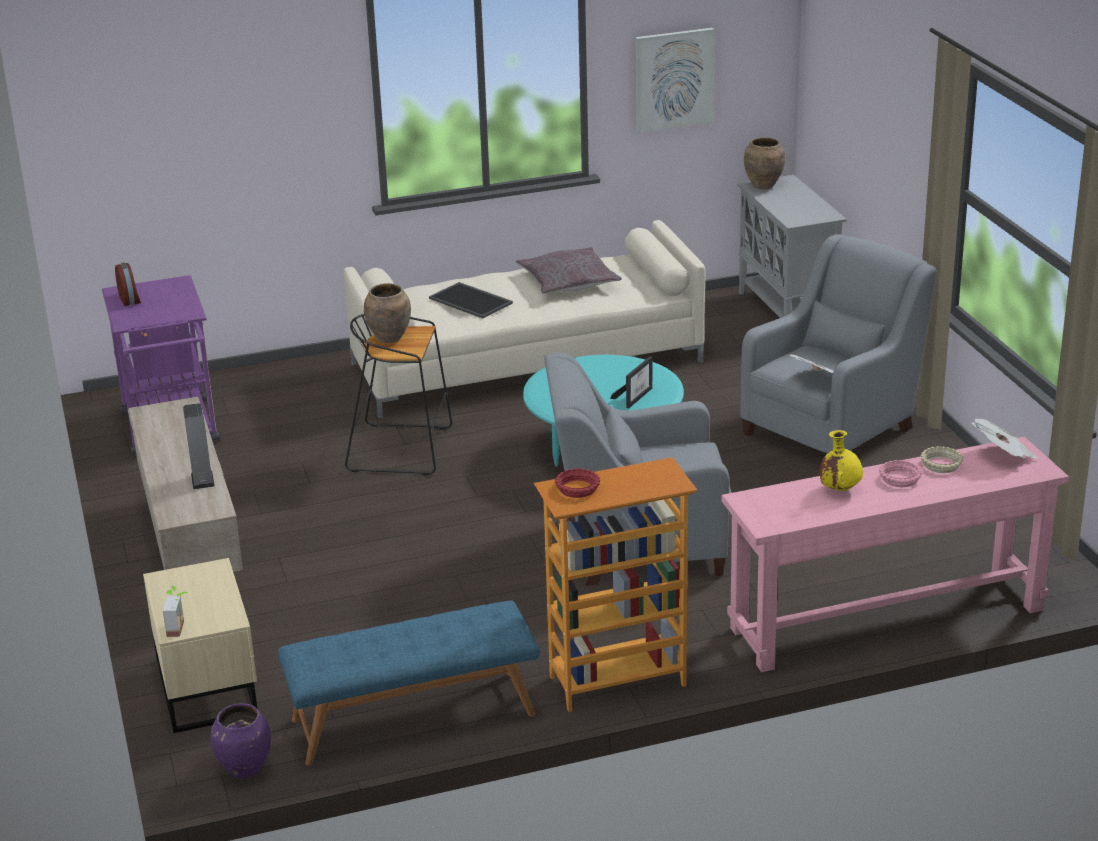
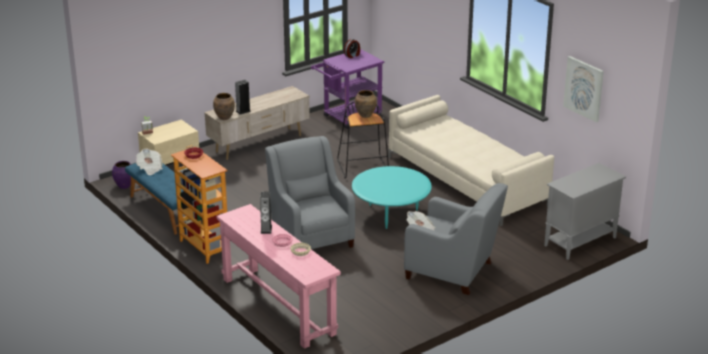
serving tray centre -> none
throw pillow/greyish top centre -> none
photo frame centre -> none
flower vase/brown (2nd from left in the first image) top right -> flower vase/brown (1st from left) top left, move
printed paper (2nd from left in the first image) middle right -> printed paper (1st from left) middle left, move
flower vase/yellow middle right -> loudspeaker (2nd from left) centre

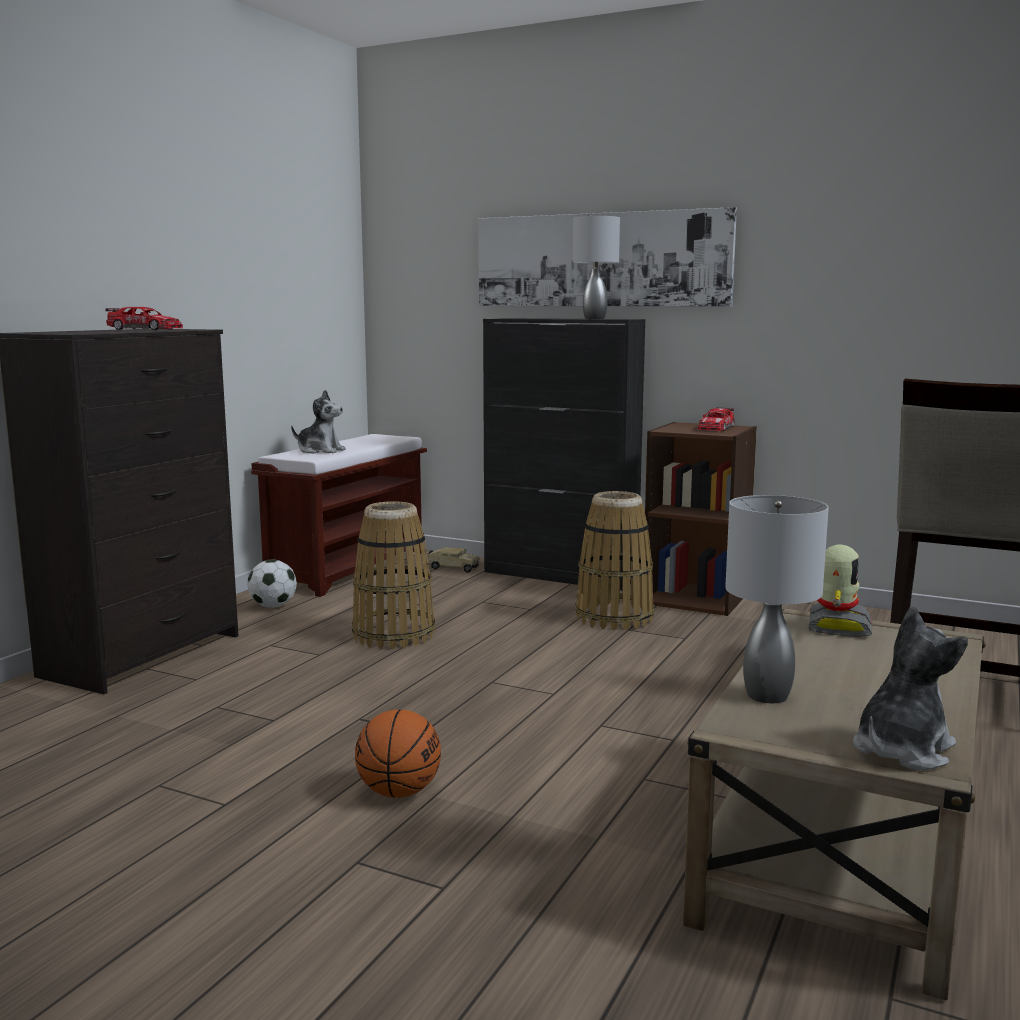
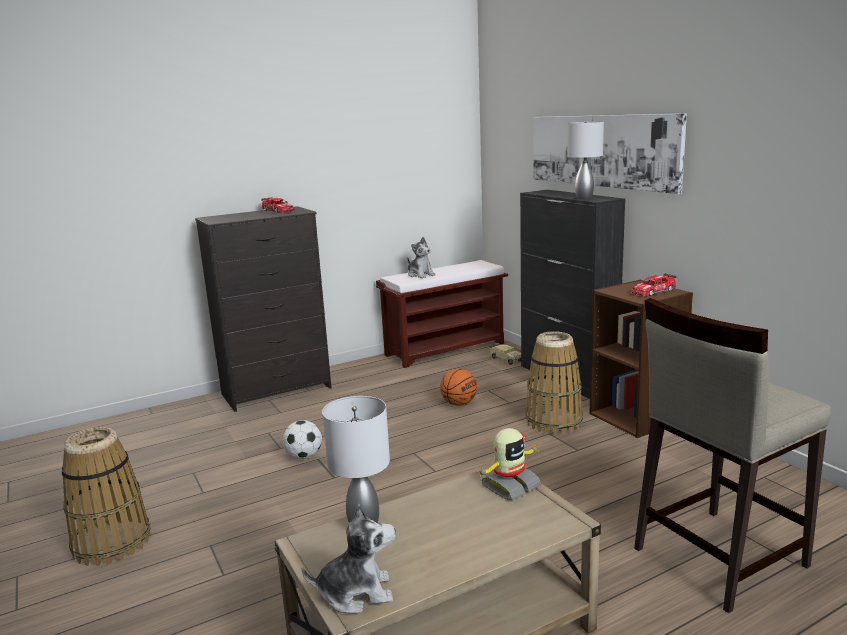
football middle left -> football bottom centre, move
storage basket (1st from left) centre -> storage basket (1st from left) bottom left, move
ball for basketball bottom centre -> ball for basketball centre, move

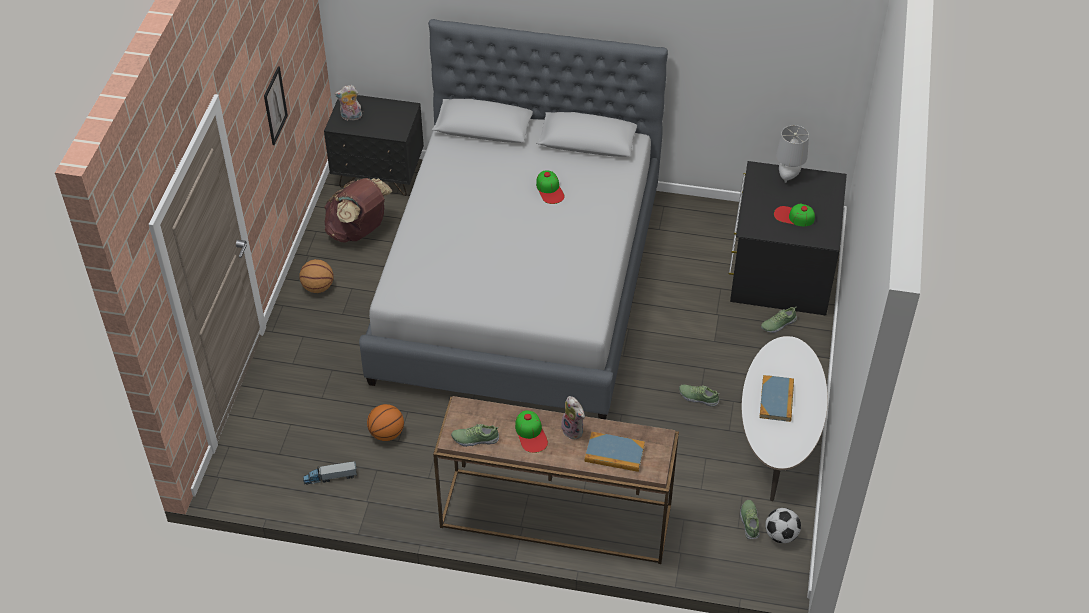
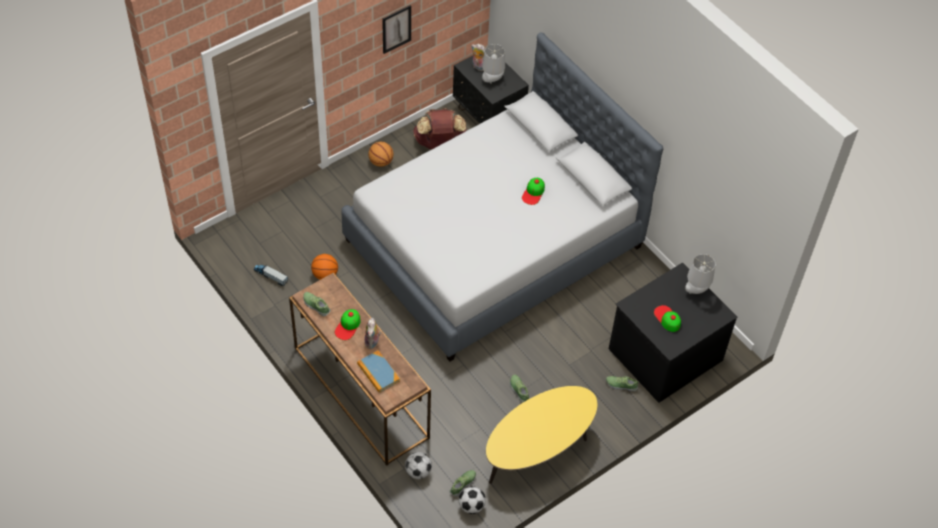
bound book (2nd from left) middle right -> none
none -> football (1st from left) bottom centre
none -> lamp for a table/greyish (1st from left) top centre
coffee table/whitish bottom right -> coffee table/yellow bottom centre

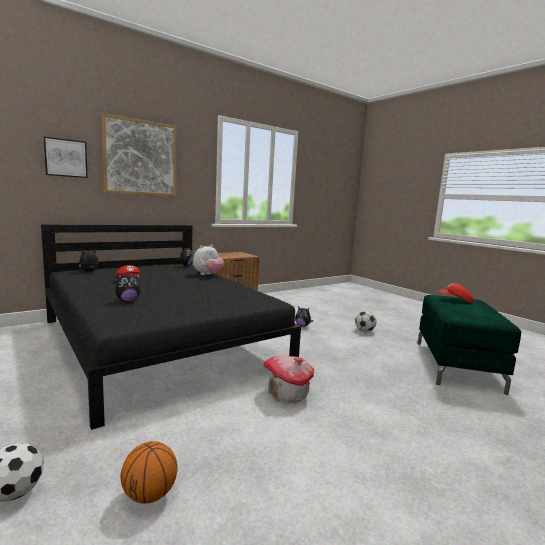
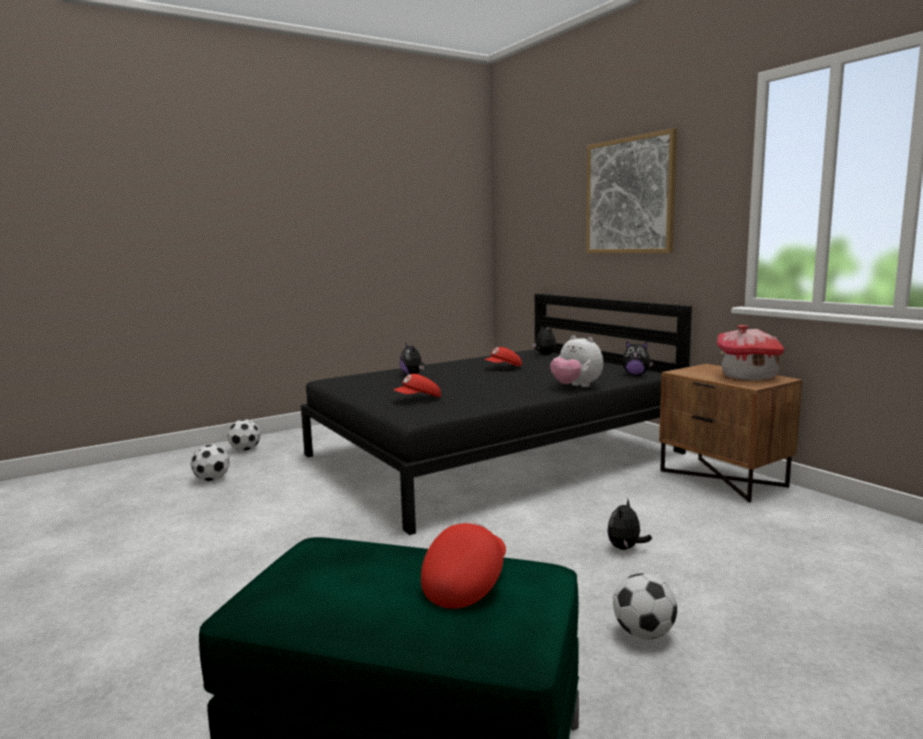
picture (1st from left) top left -> none
none -> baseball cap/red-coloured (1st from left) centre
model house bottom centre -> model house middle right, move
ball for basketball bottom left -> football (1st from left) middle left

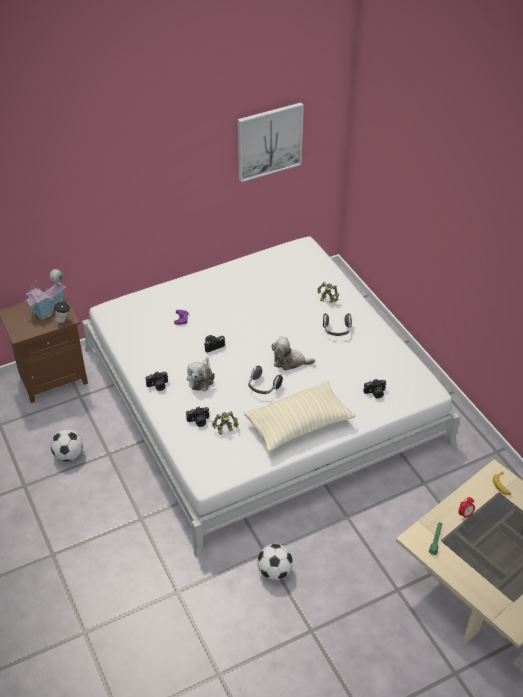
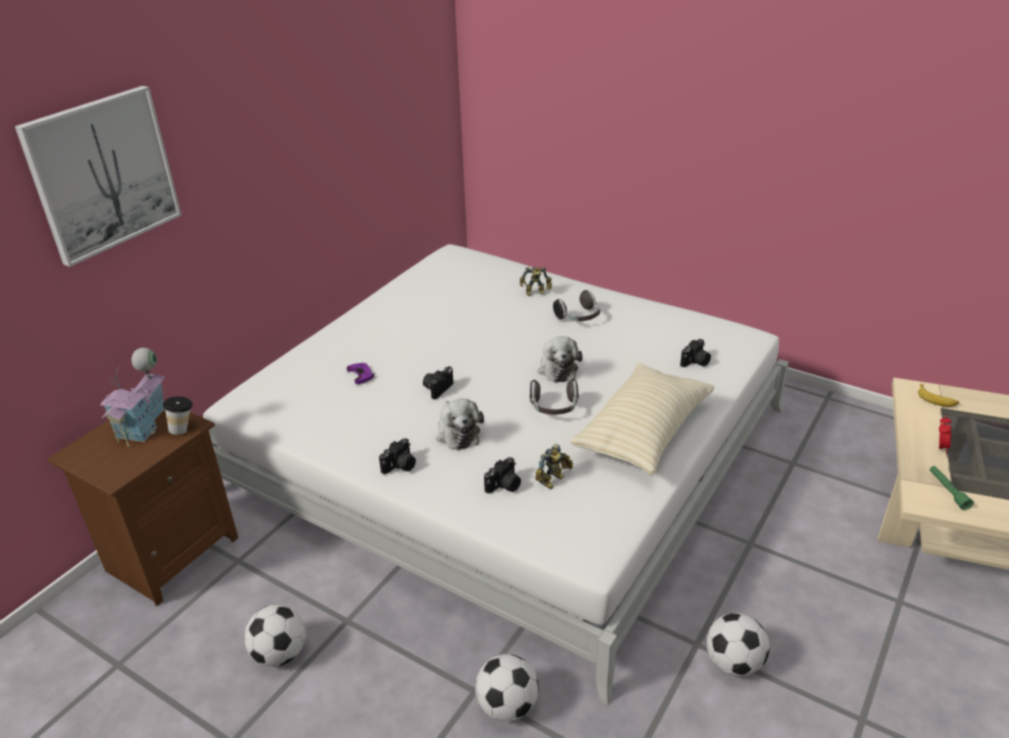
none -> football (2nd from left) bottom centre
picture top centre -> picture top left, move
cuddly toy (2nd from left) centre, 75 degrees counterclockwise

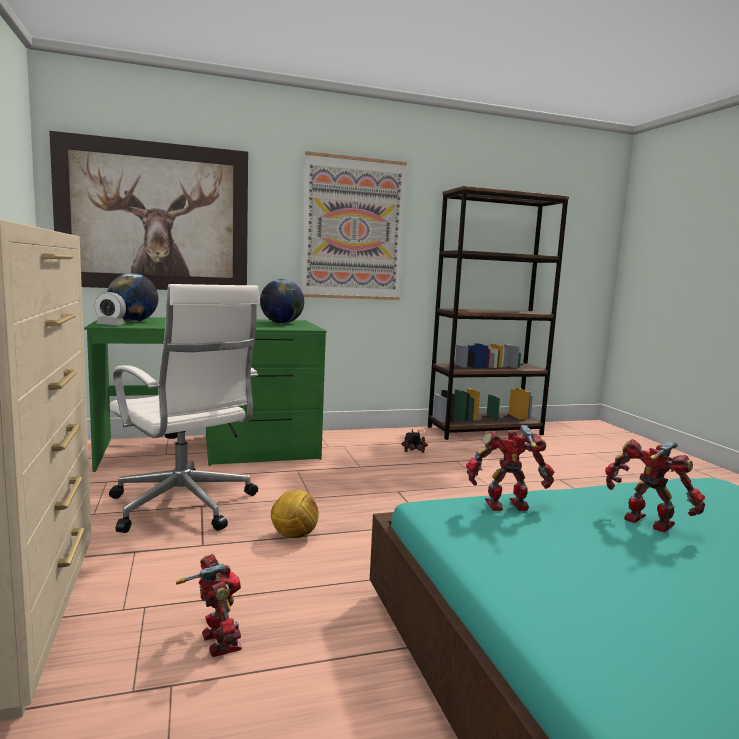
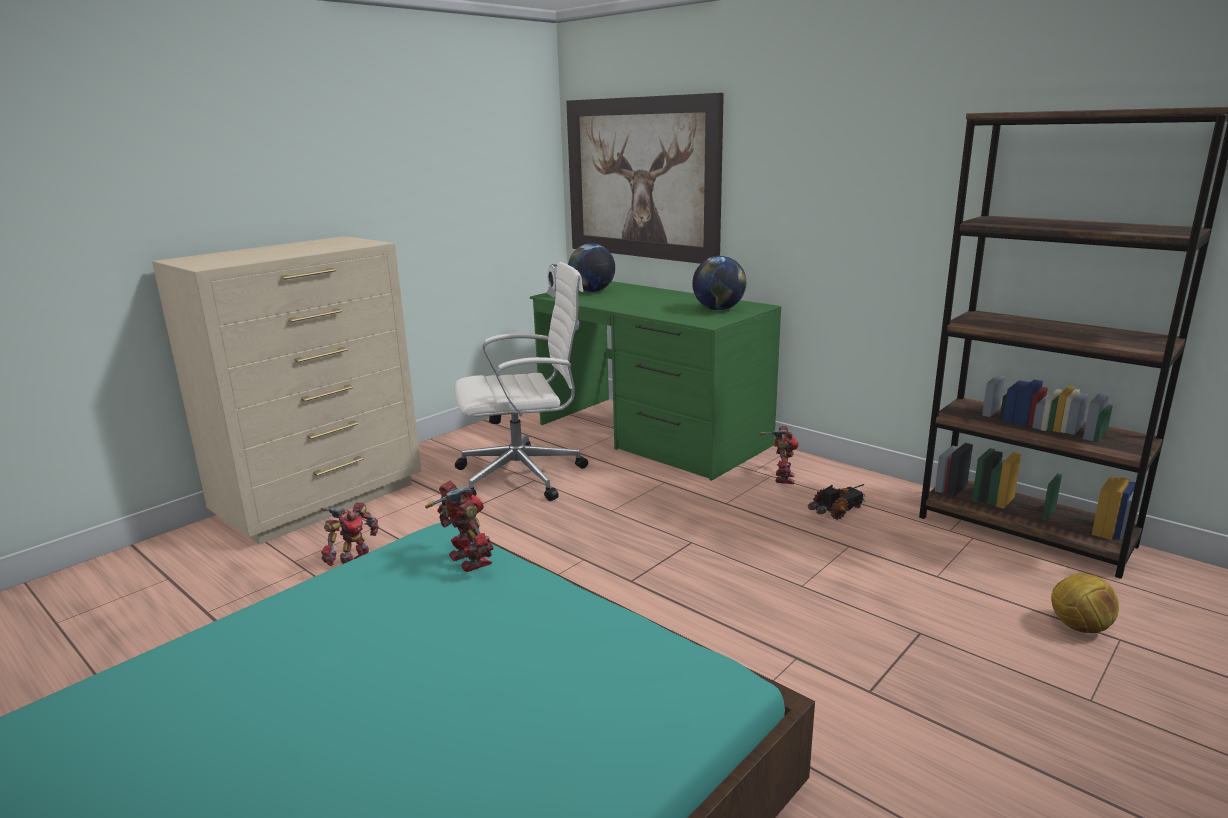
picture (2nd from left) top centre -> none
football bottom centre -> football bottom right, move
model robot (3rd from left) middle right -> model robot (3rd from left) centre, move
computer chair/whitish middle left -> computer chair/whitish centre, 120 degrees counterclockwise

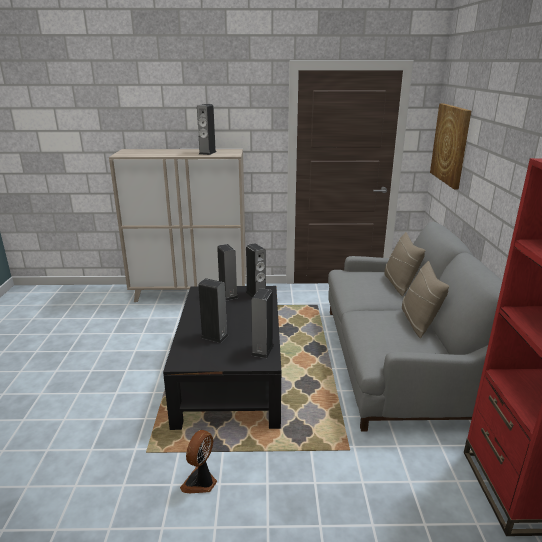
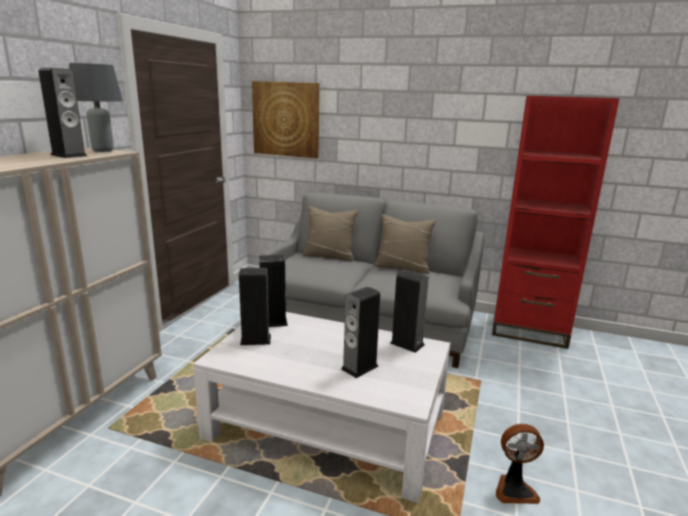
none -> lamp for a table/greyish top left
coffee table/blackish centre -> coffee table/whitish bottom centre
cooling fan bottom centre -> cooling fan bottom right, 45 degrees counterclockwise

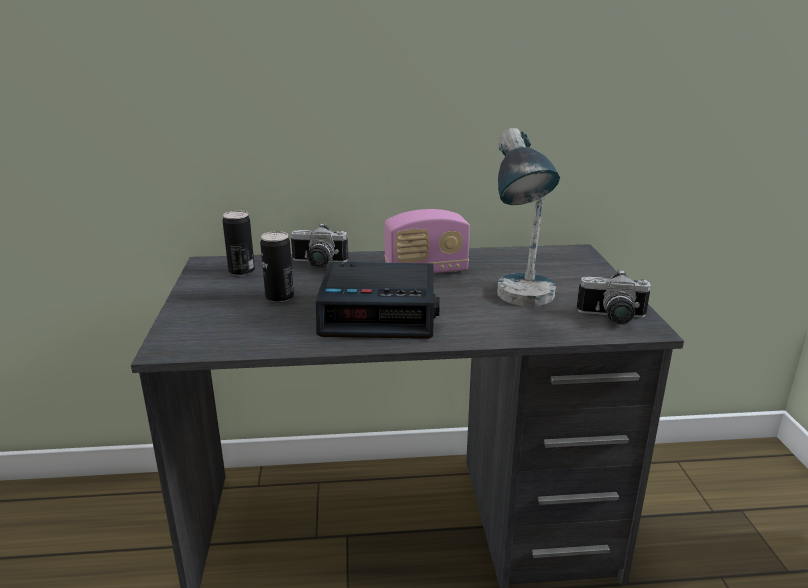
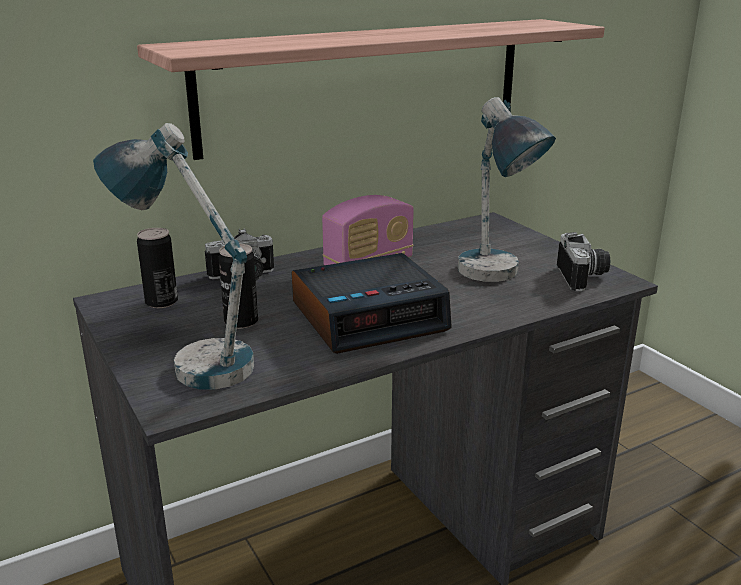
none -> lamp for a table (1st from left) middle left
none -> wall shelf top centre
photo camera (2nd from left) middle right, 75 degrees counterclockwise

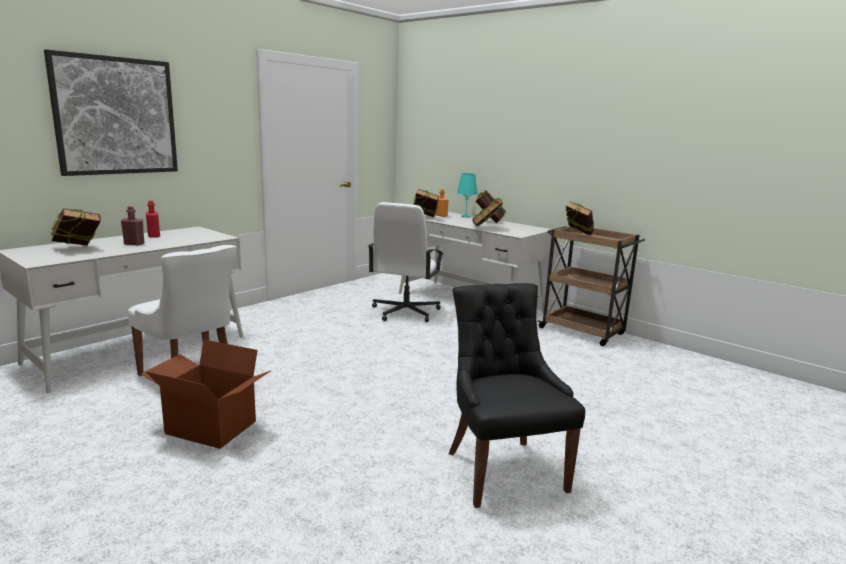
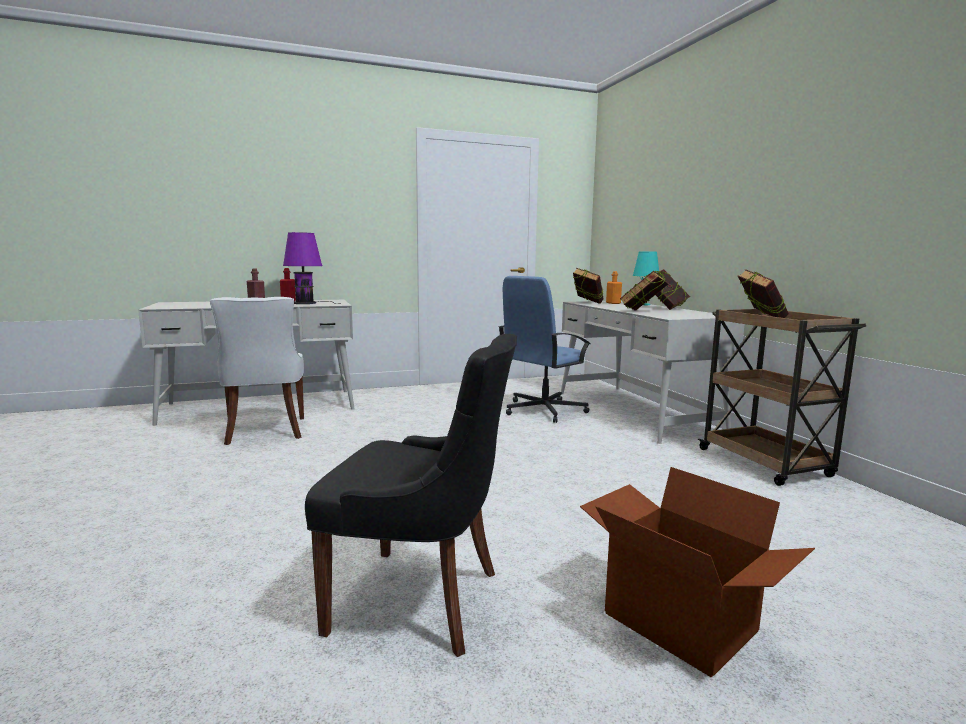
picture top left -> none
bound book (1st from left) middle left -> none
none -> lamp for a table/purplish middle left
carton bottom left -> carton bottom right, move
computer chair/whitish centre -> computer chair/blue centre
chair/blackish bottom centre, 90 degrees clockwise

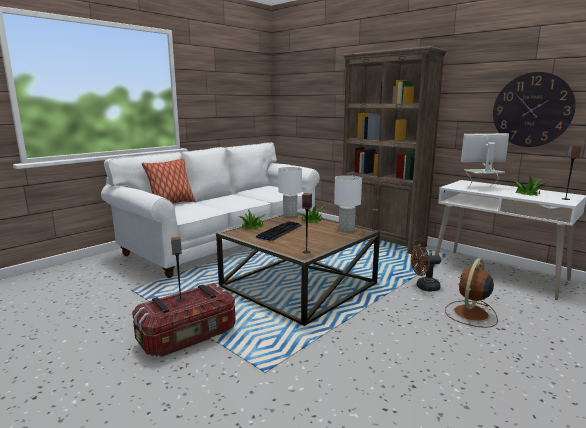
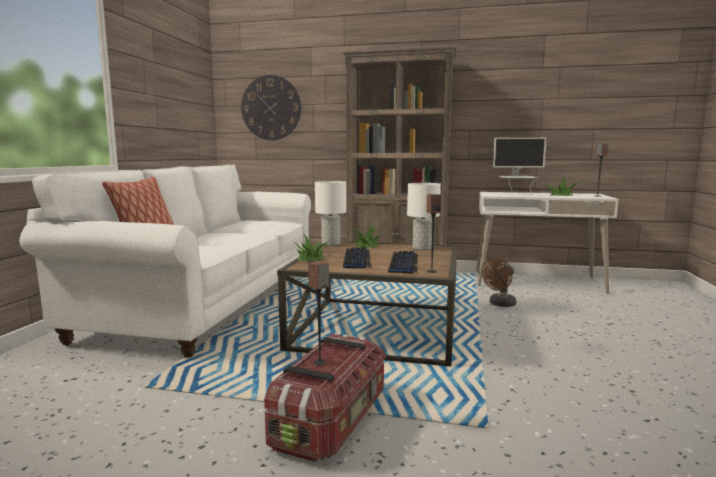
cooling fan/brown (2nd from left) bottom right -> none
none -> PC keyboard (2nd from left) centre
wall clock top right -> wall clock top centre, move
computer display middle right, 135 degrees counterclockwise

